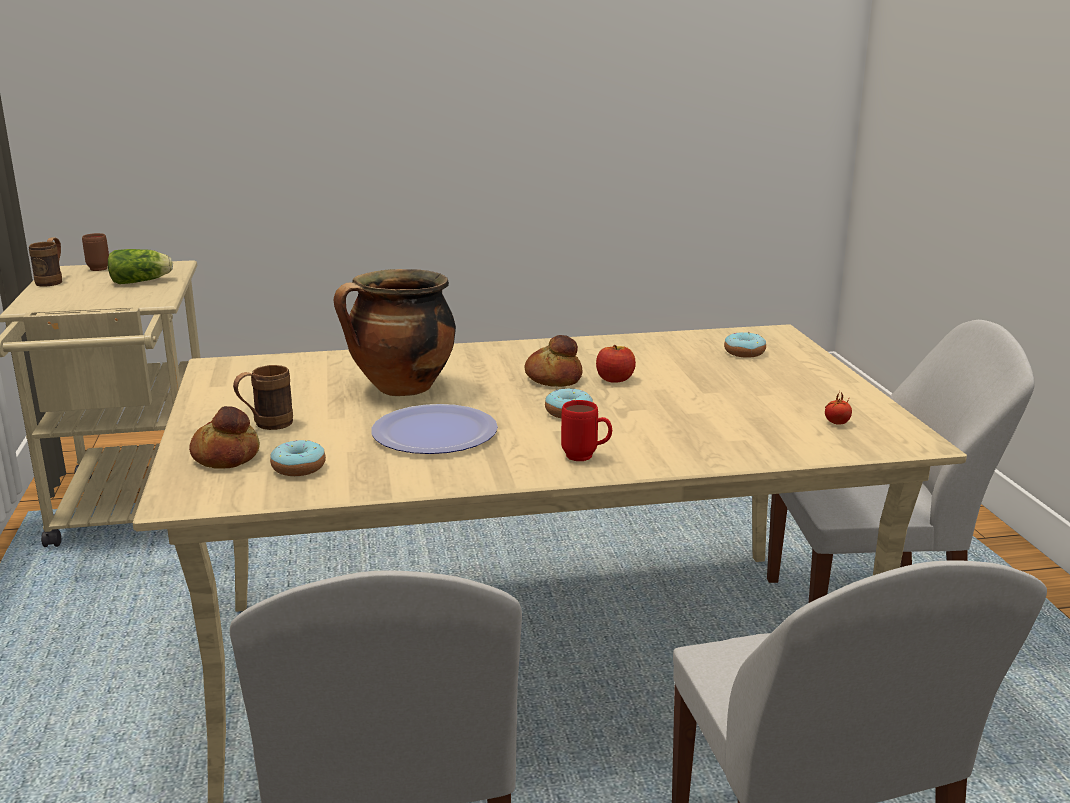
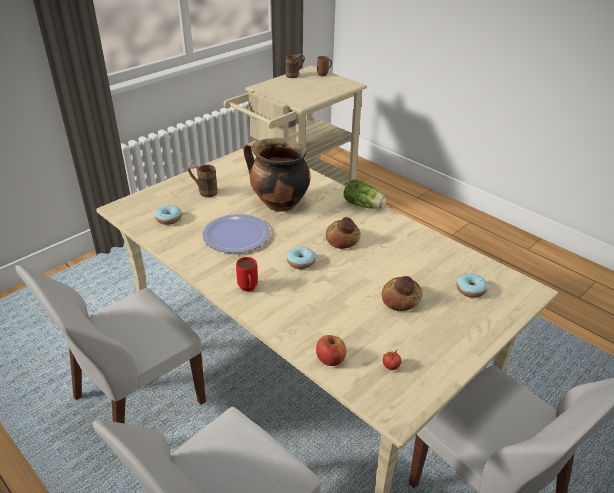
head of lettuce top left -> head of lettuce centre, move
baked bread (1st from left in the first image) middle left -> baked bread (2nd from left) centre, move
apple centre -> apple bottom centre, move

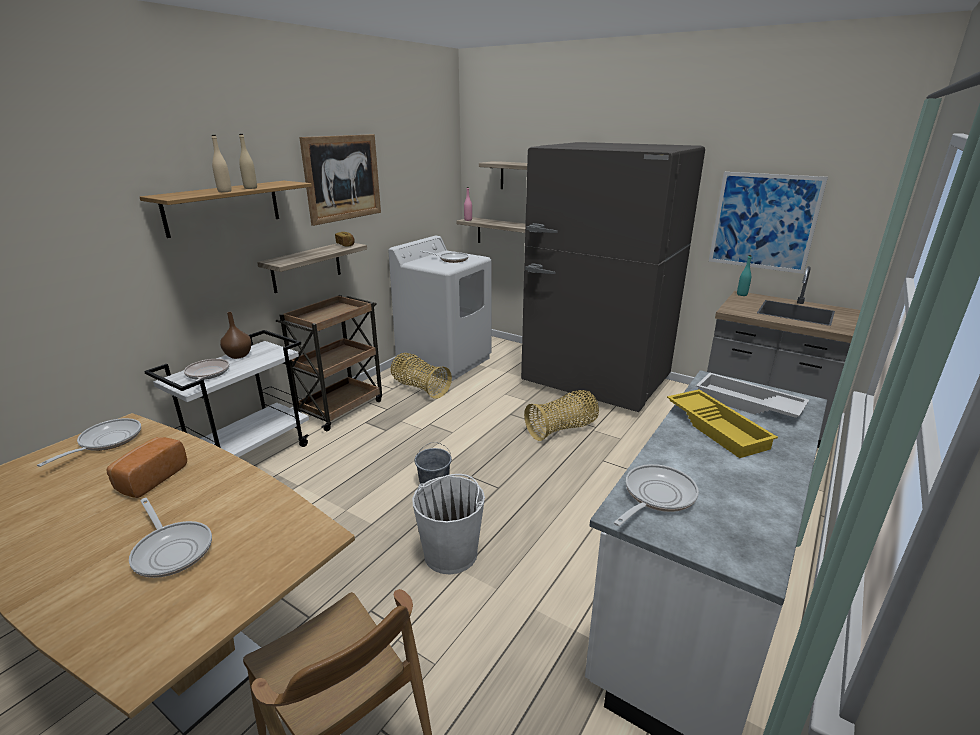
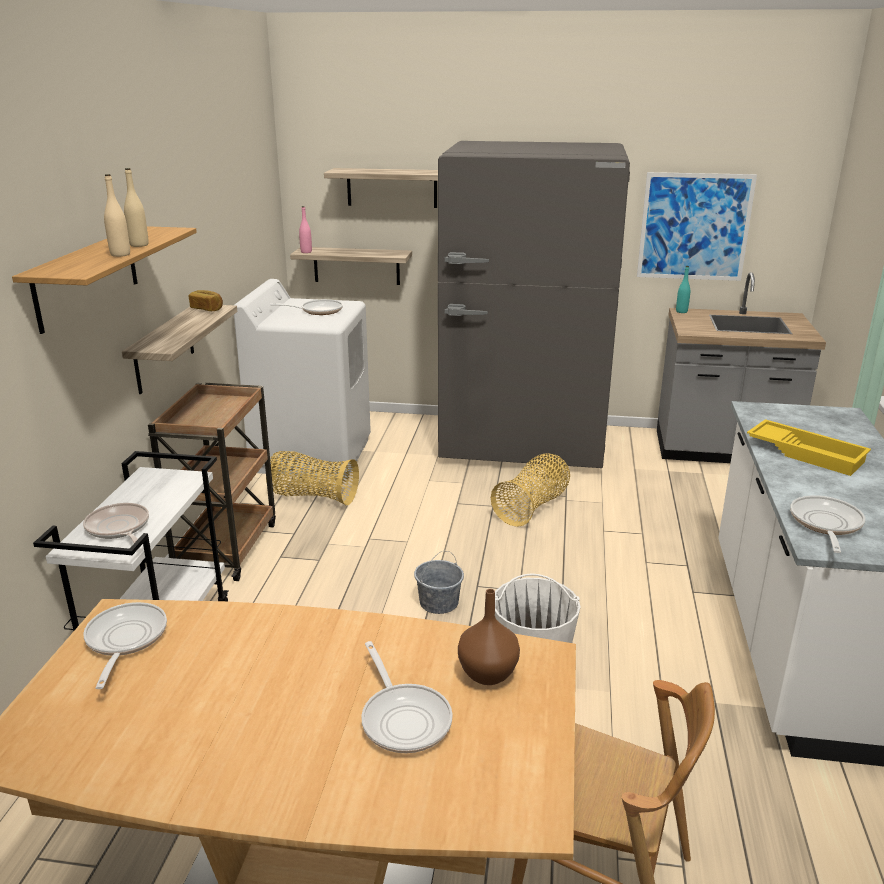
baked bread (1st from left) middle left -> none
picture (1st from left) top centre -> none
serving tray/whitish middle right -> none
flower vase/brown middle left -> flower vase/brown bottom centre, move
pan (2nd from left in the first image) bottom left -> pan (4th from left) bottom centre, 45 degrees clockwise

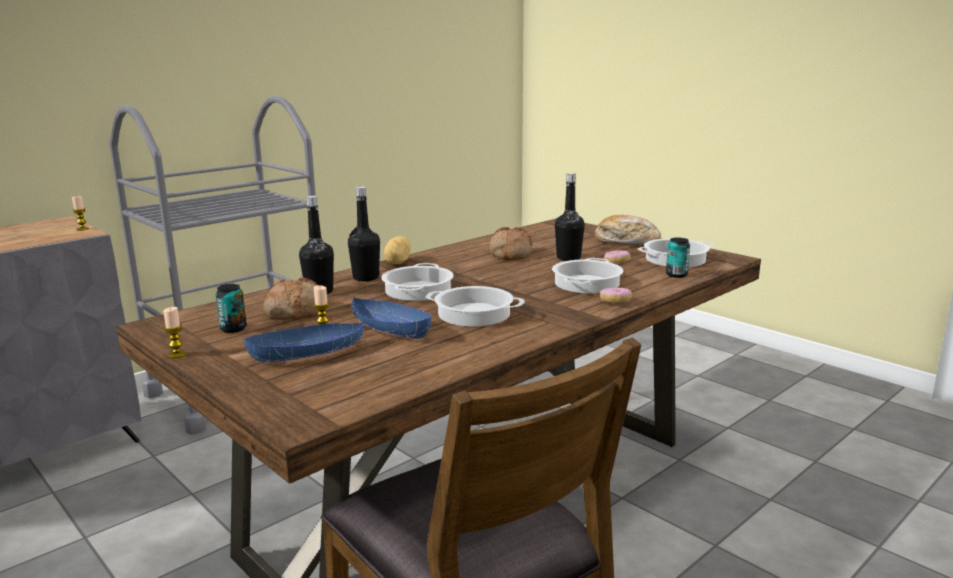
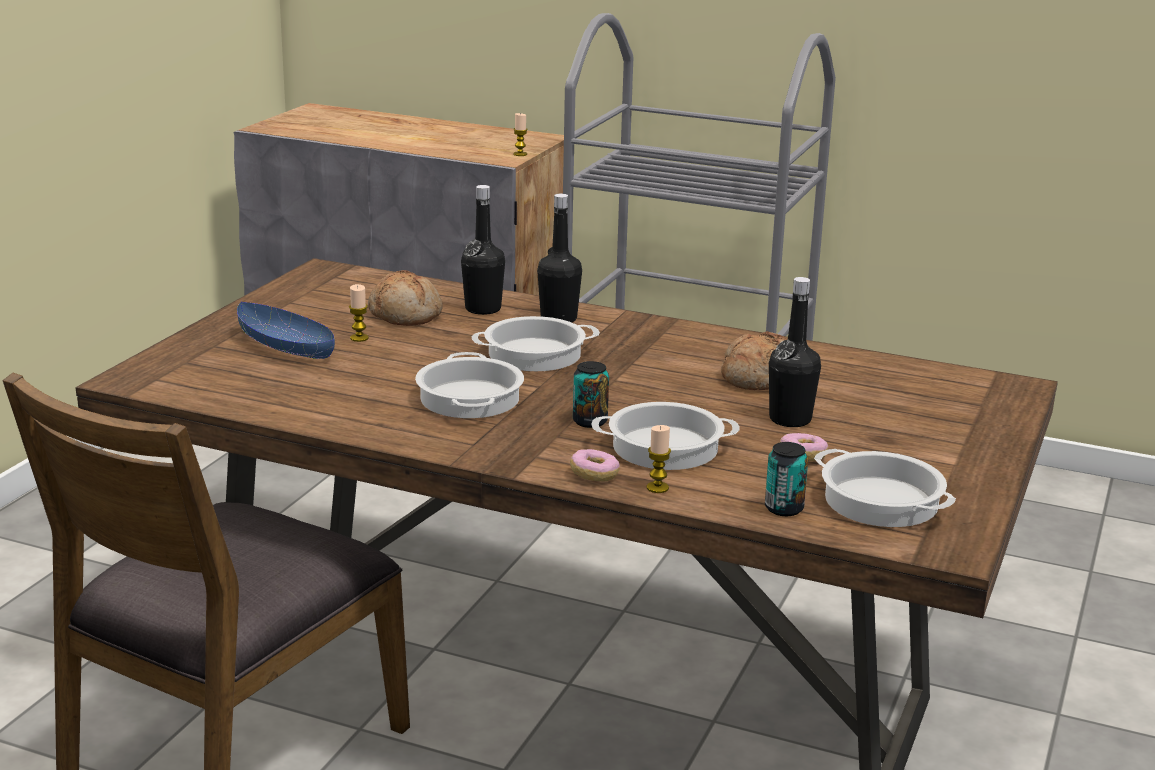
bowl/blue (2nd from left) centre -> none
spud centre -> none
baked bread (3rd from left) centre -> none
candle (2nd from left in the first image) middle left -> candle (3rd from left) centre, move
can (1st from left) middle left -> can (1st from left) centre, move

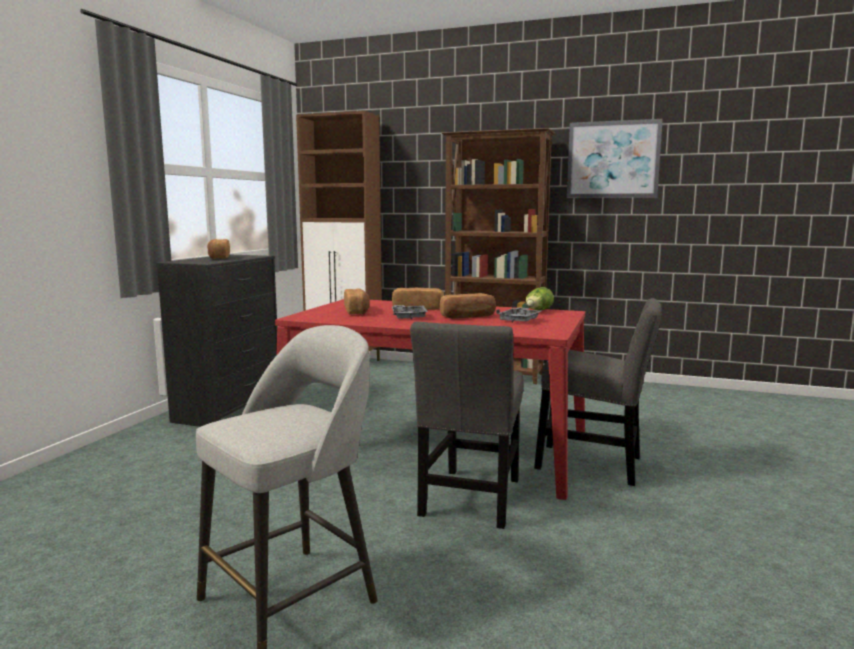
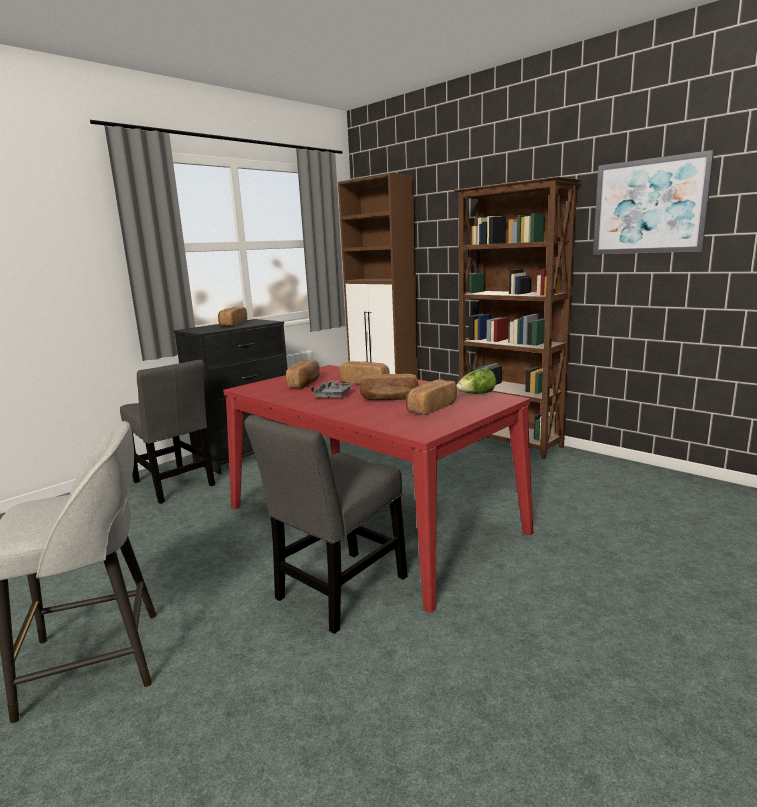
chair/greyish (2nd from left in the first image) middle right -> chair/greyish (1st from left) middle left, move
serving tray/greyish (2nd from left) centre -> baked bread (5th from left) centre

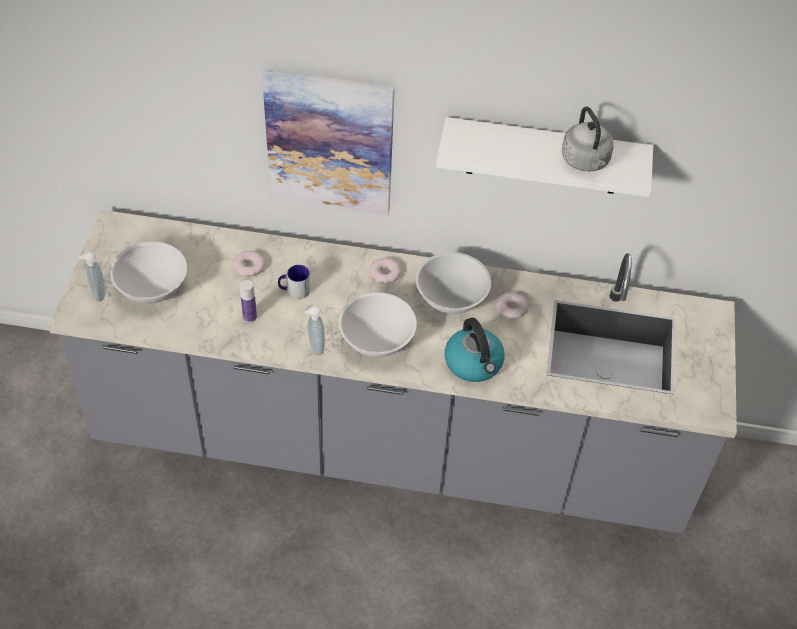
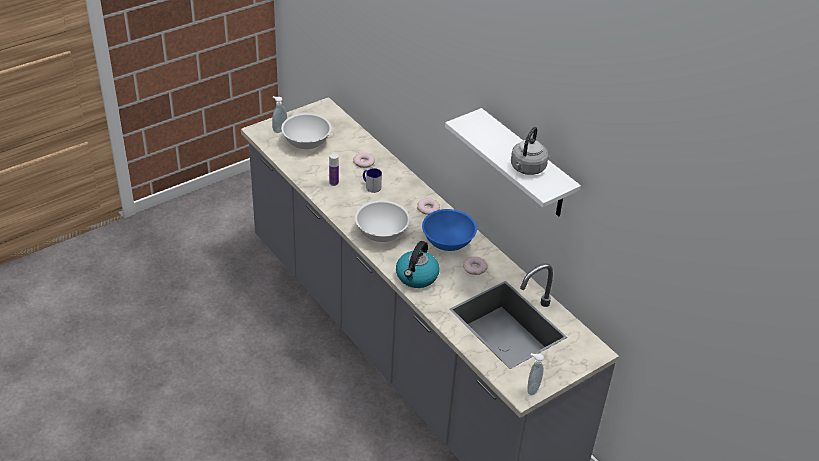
picture top centre -> none
soap dispenser (2nd from left) centre -> soap dispenser (2nd from left) bottom centre, move
bowl/whitish (3rd from left) centre -> bowl/blue centre

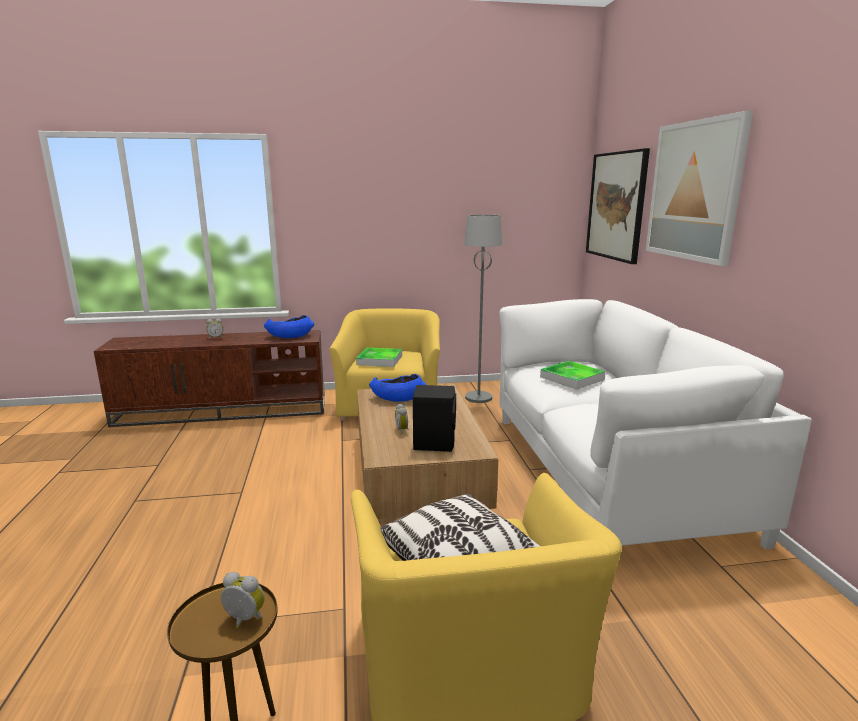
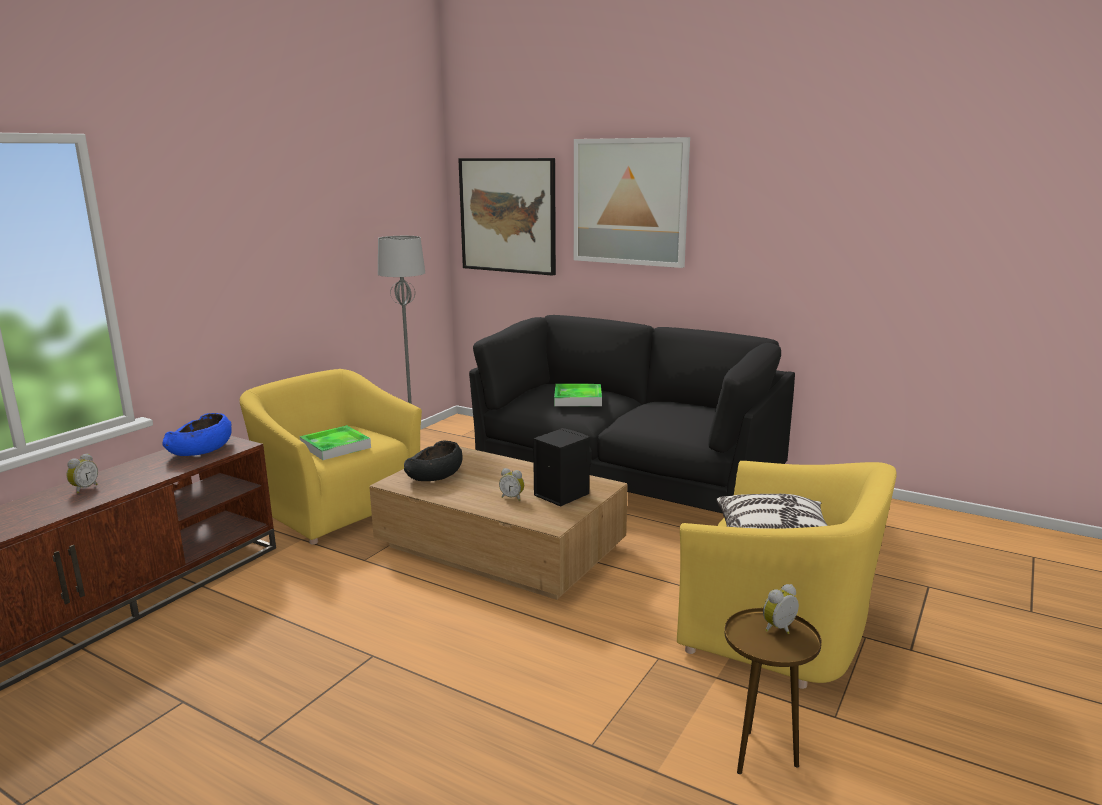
bowl/blue (2nd from left) centre -> bowl/blackish centre
sofa/whitish middle right -> sofa/blackish centre

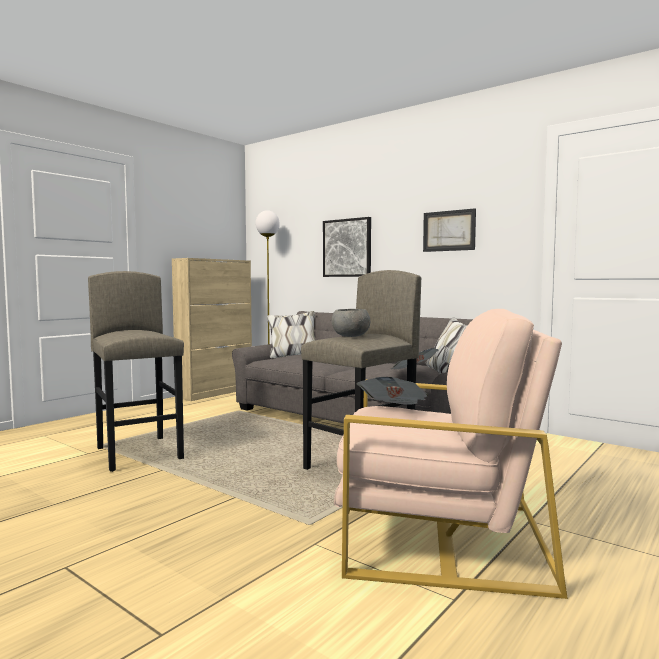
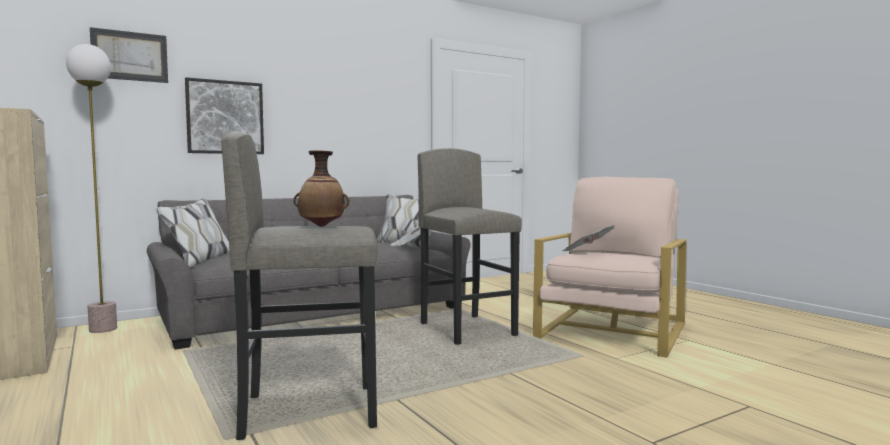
bowl/greyish centre -> none
none -> flower vase centre
picture (2nd from left in the first image) middle right -> picture (1st from left) top left, move

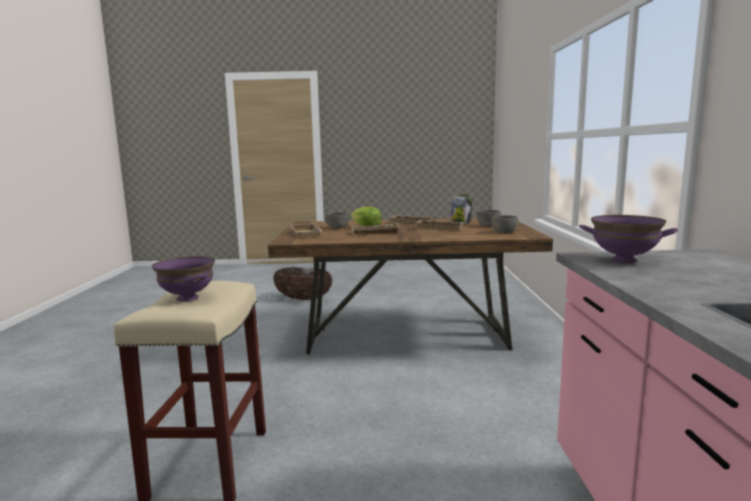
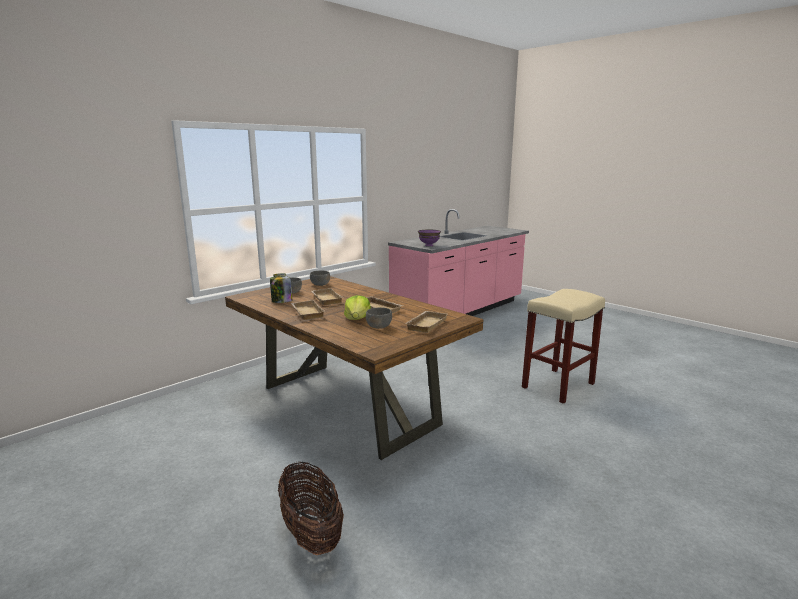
bowl/purplish (1st from left) middle left -> none

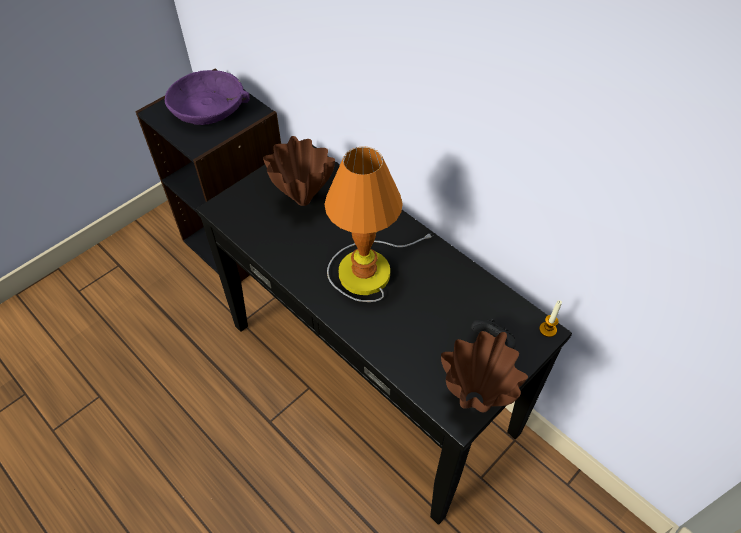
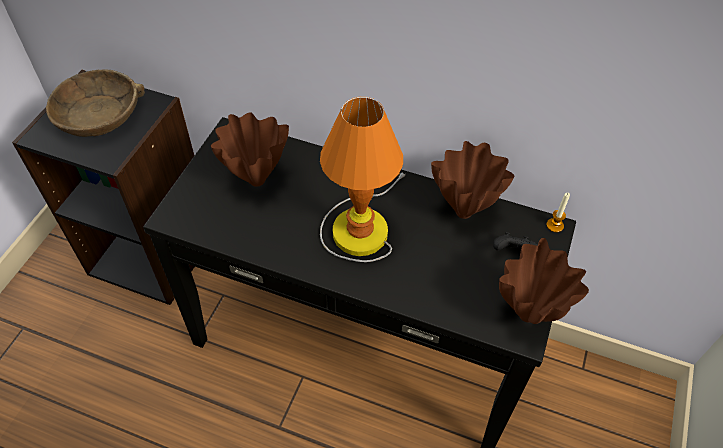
none -> flower vase/brown (2nd from left) centre
bowl/purplish top left -> bowl/brown top left

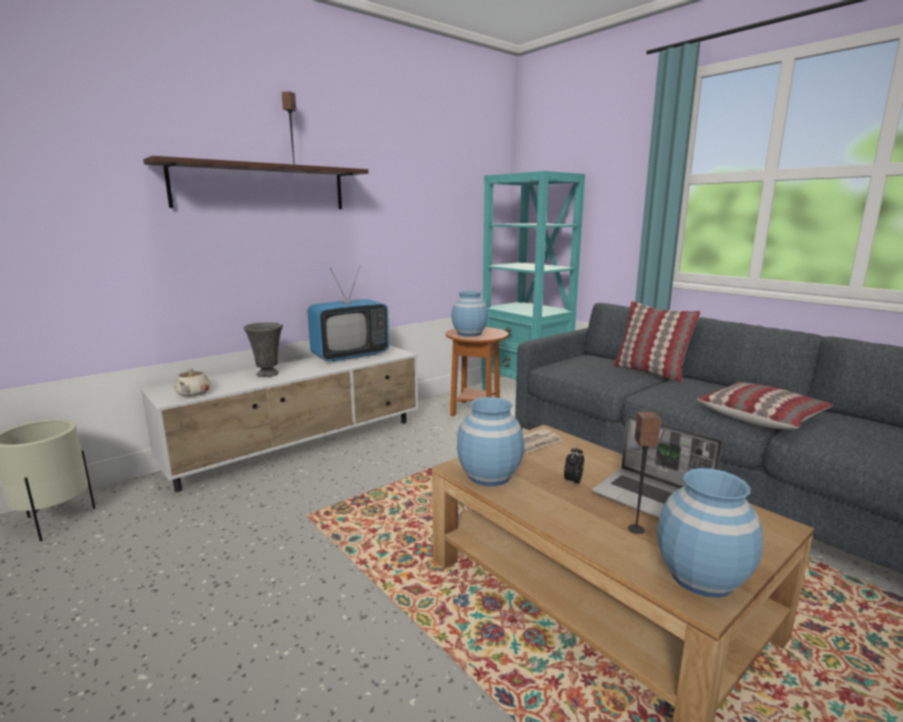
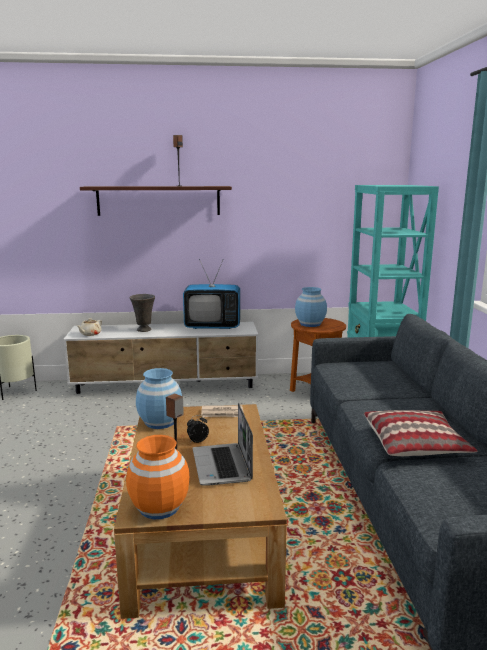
throw pillow (1st from left) middle right -> none
flower vase/blue (3rd from left) bottom right -> flower vase/orange bottom left

